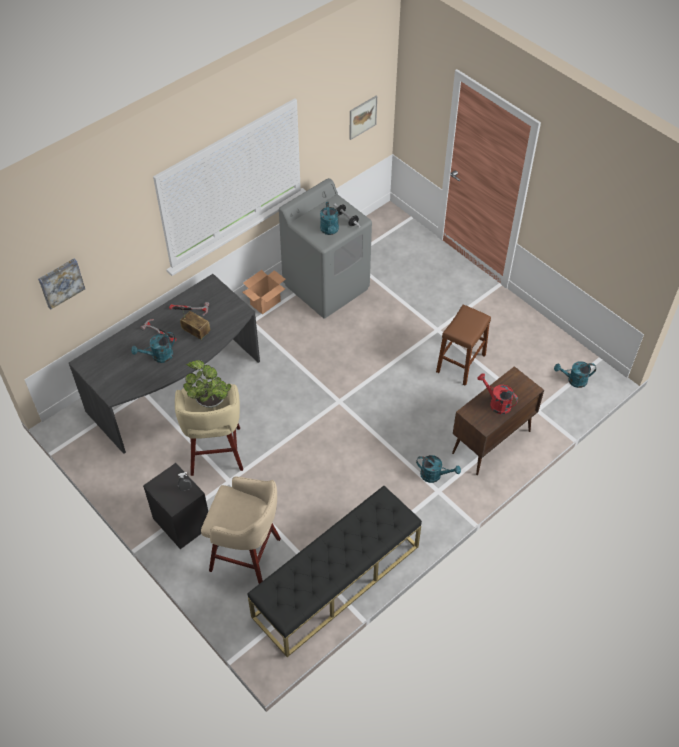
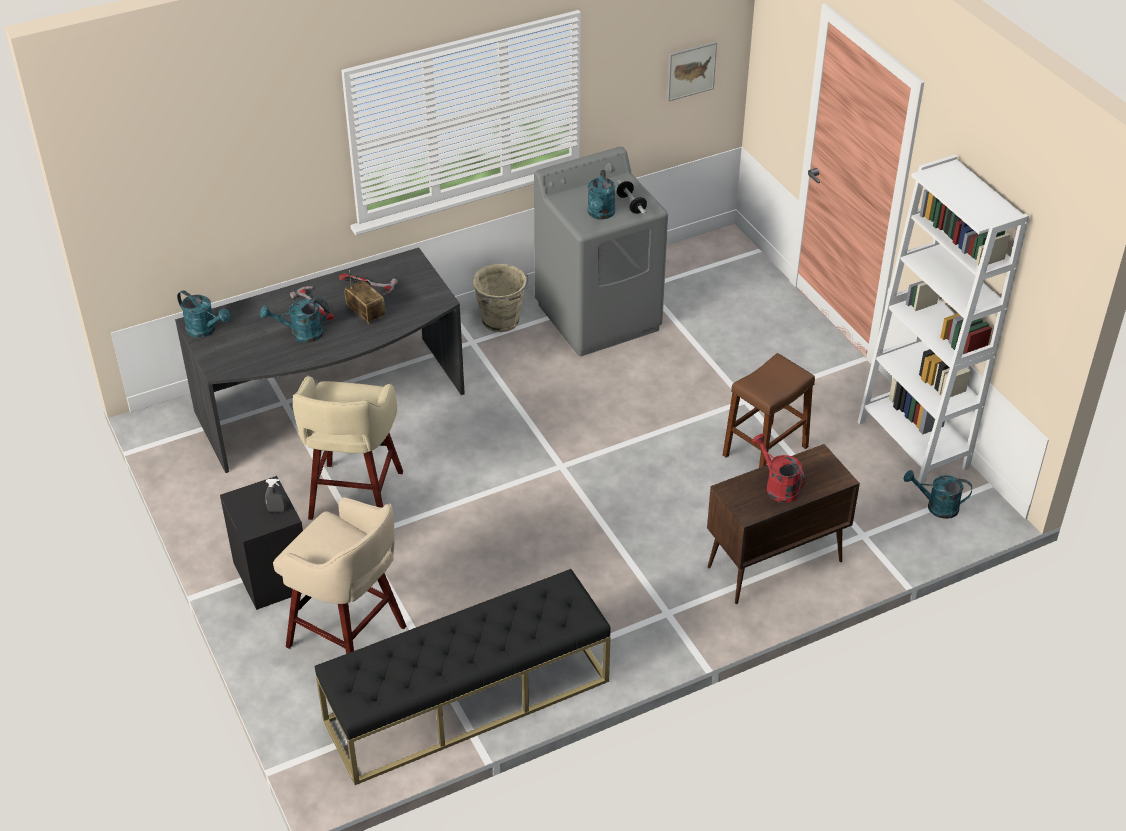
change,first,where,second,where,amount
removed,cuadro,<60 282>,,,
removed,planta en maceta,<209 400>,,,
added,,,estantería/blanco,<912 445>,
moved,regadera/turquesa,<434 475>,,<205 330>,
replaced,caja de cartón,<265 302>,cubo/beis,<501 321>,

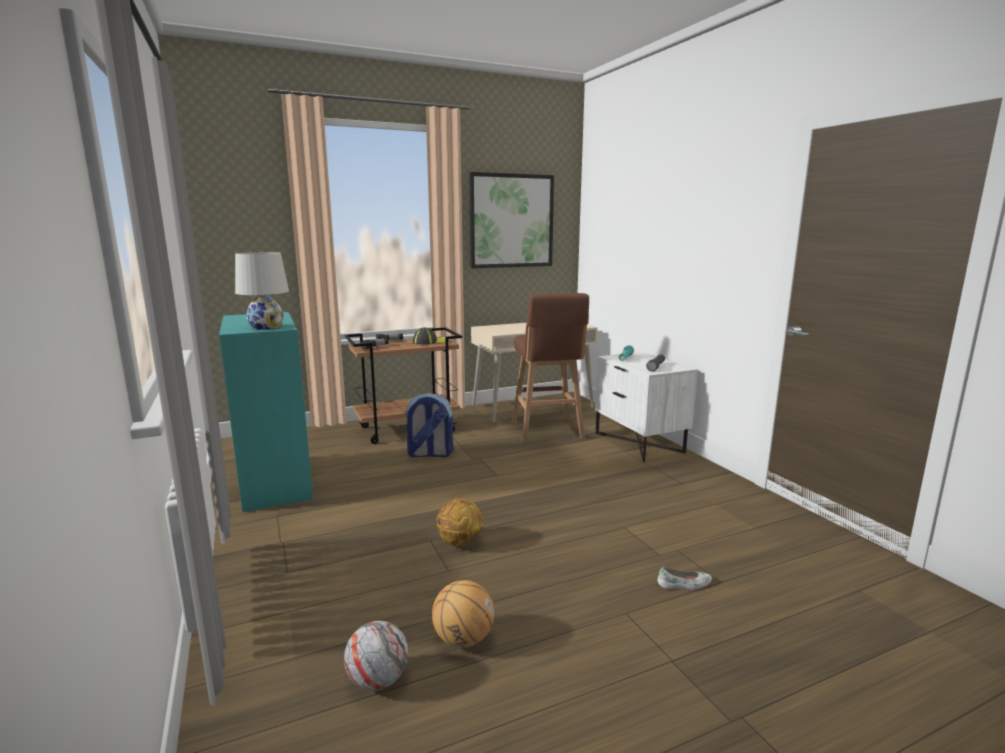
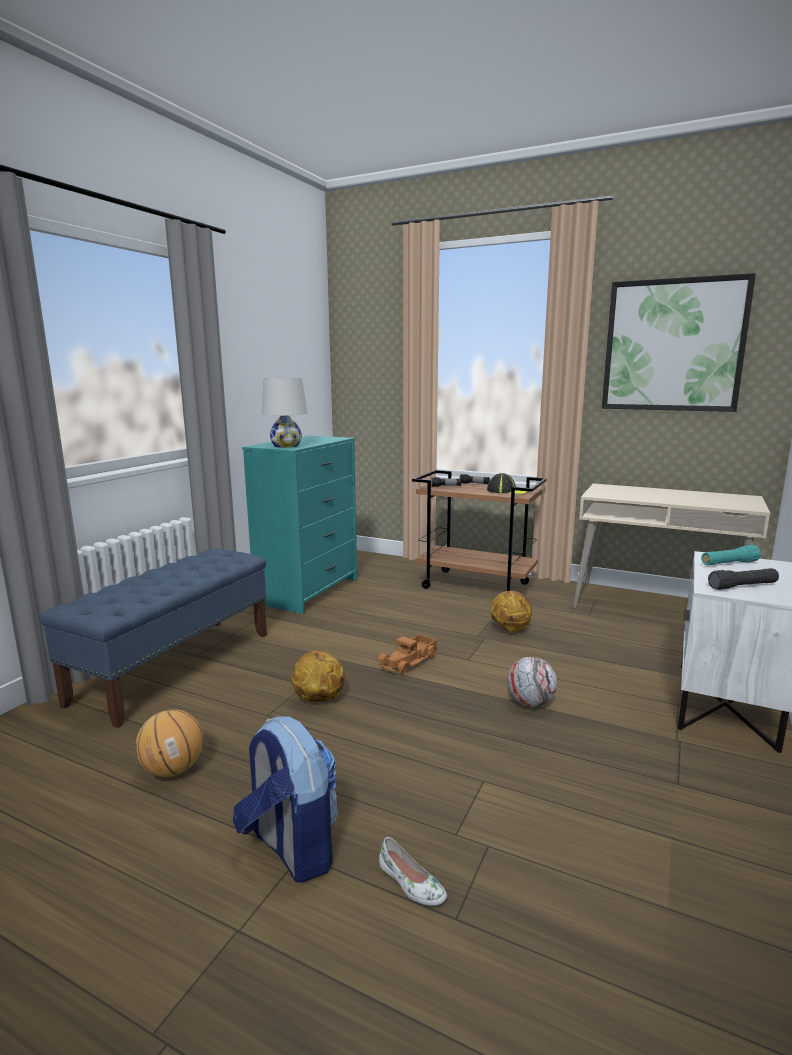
change,first,where,second,where,amount
removed,taburete/marrón,<547 431>,,,
added,,,banco/azul,<176 666>,
added,,,camión de juguete,<410 661>,
added,,,balón de baloncesto,<510 629>,
moved,balón de fútbol,<378 680>,,<530 703>,
moved,mochila,<429 454>,,<290 848>,

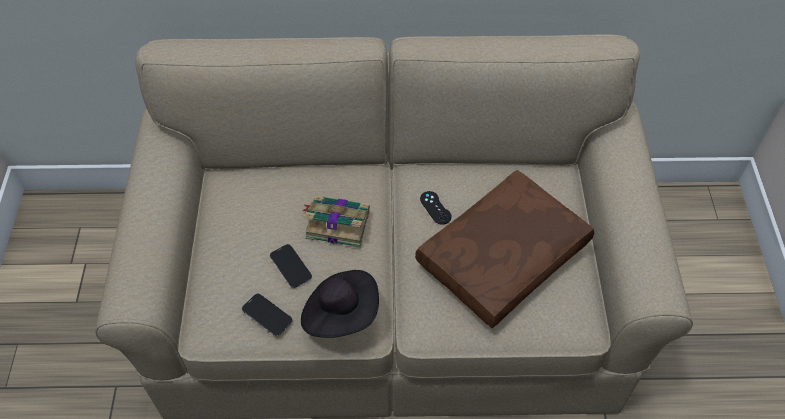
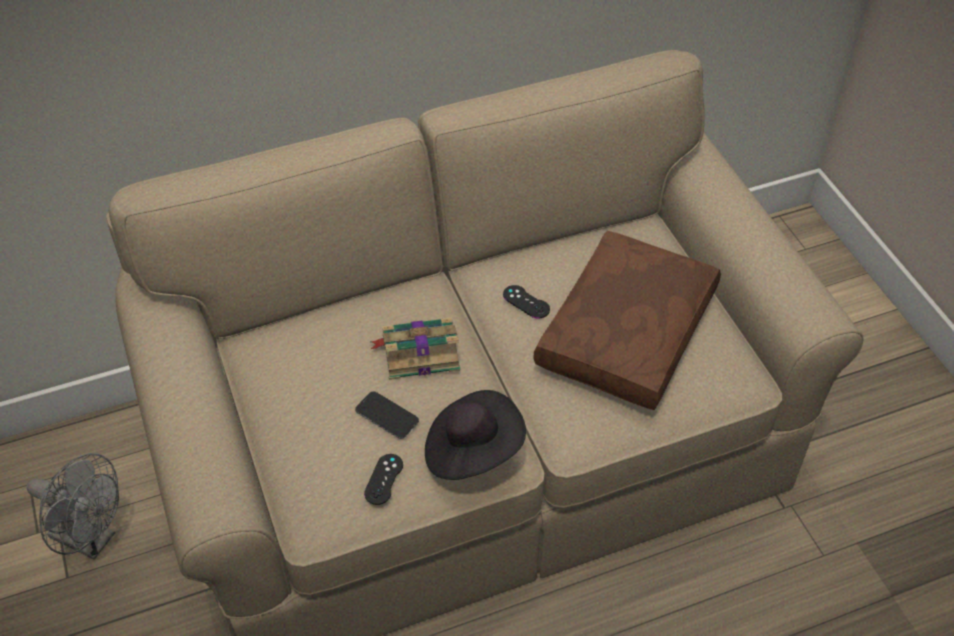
change,first,where,second,where,amount
added,,,ventilador/gris,<91 539>,
replaced,móvil,<267 315>,mando de consola/negro,<384 479>,

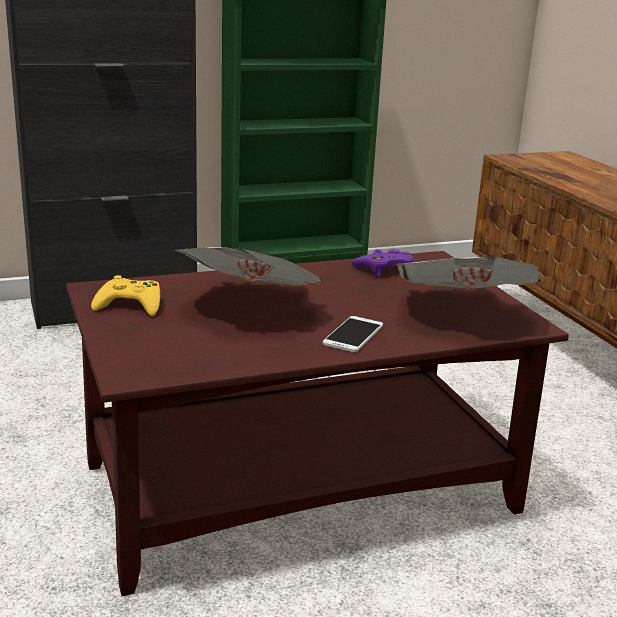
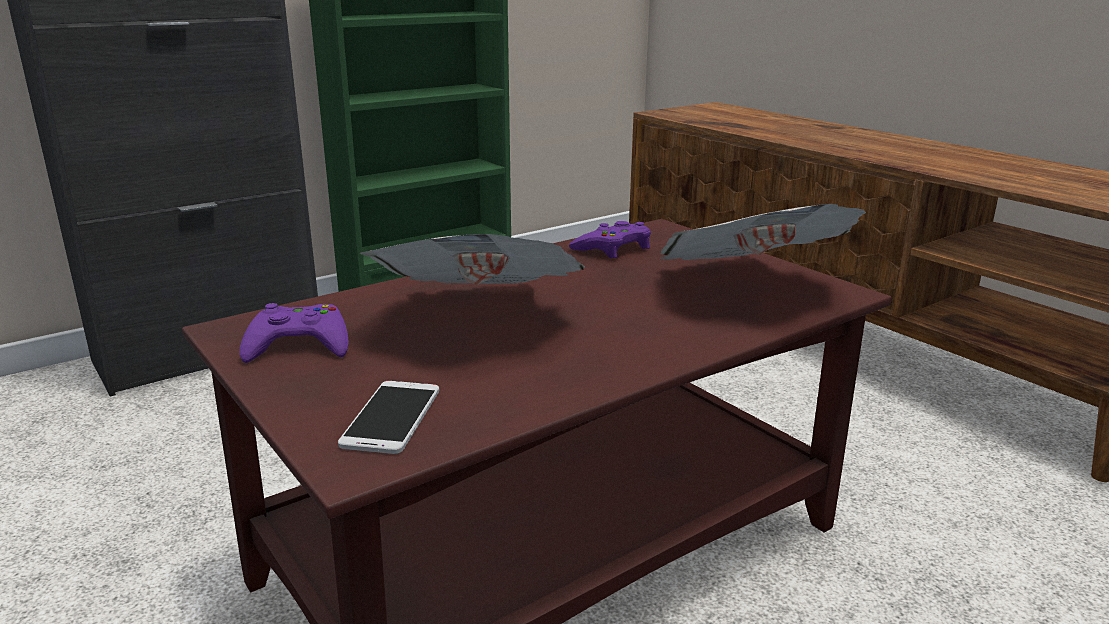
change,first,where,second,where,amount
moved,móvil,<353 335>,,<391 417>,
recoloured,mando de consola/amarillo,<130 305>,mando de consola/morado,<299 345>,

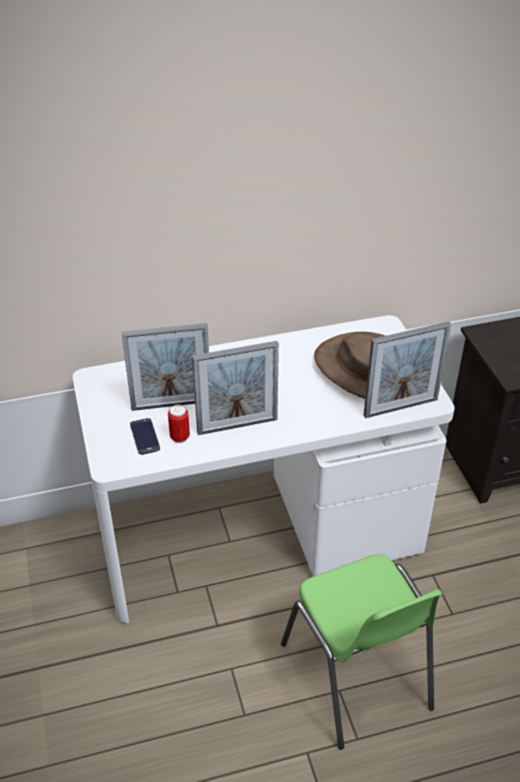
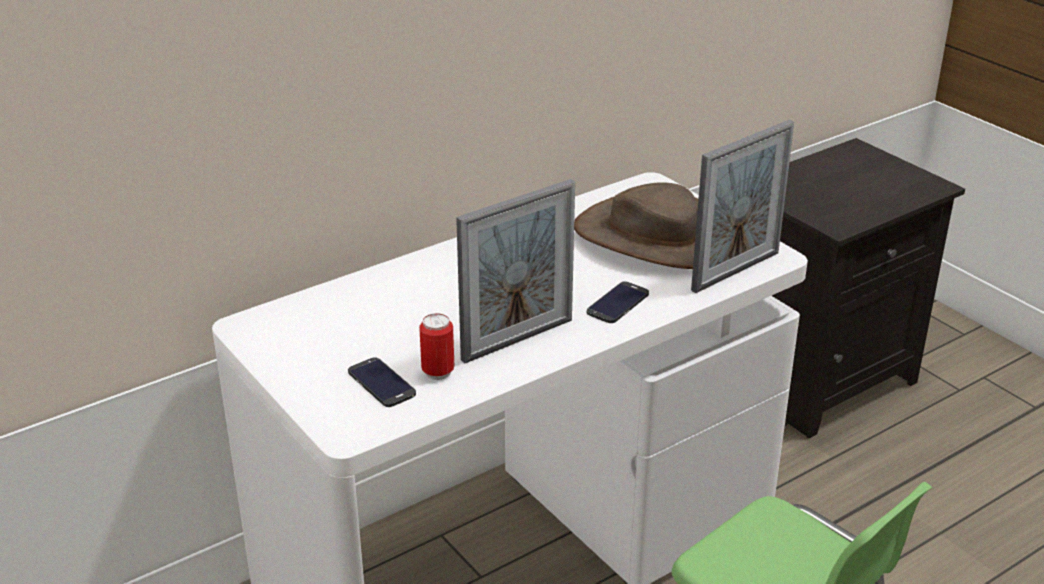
change,first,where,second,where,amount
removed,portarretratos,<171 405>,,,
added,,,móvil,<618 303>,

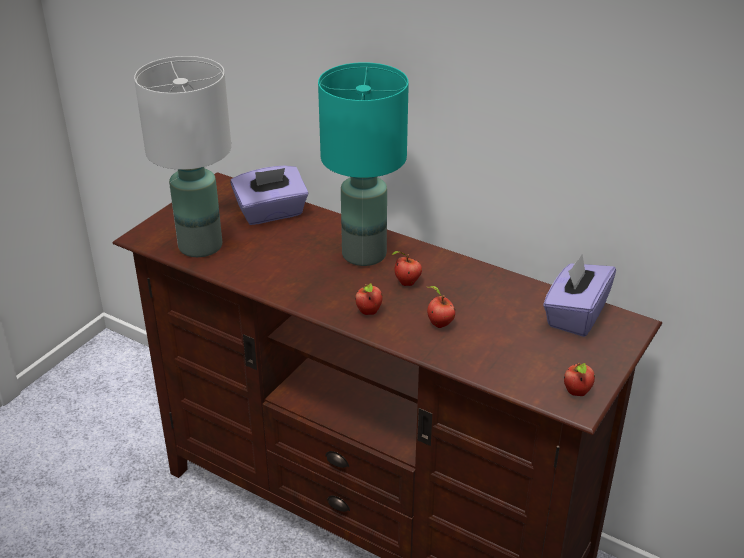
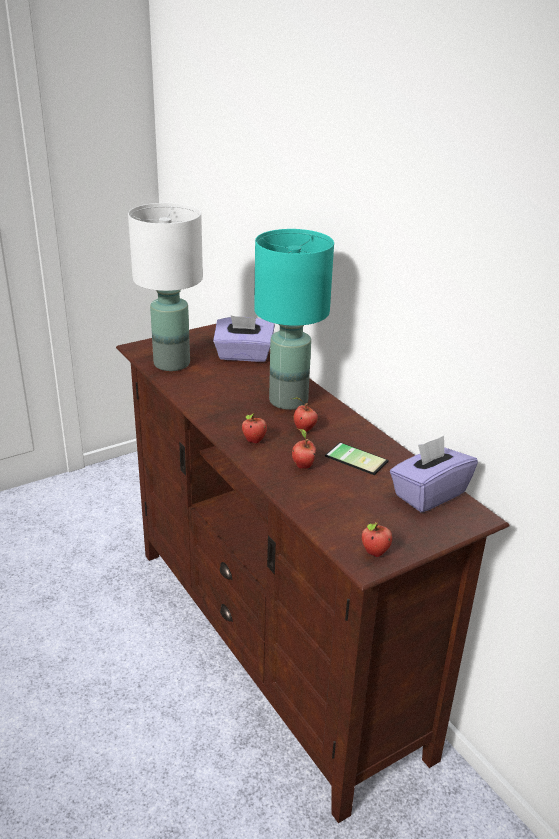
change,first,where,second,where,amount
added,,,móvil,<358 457>,

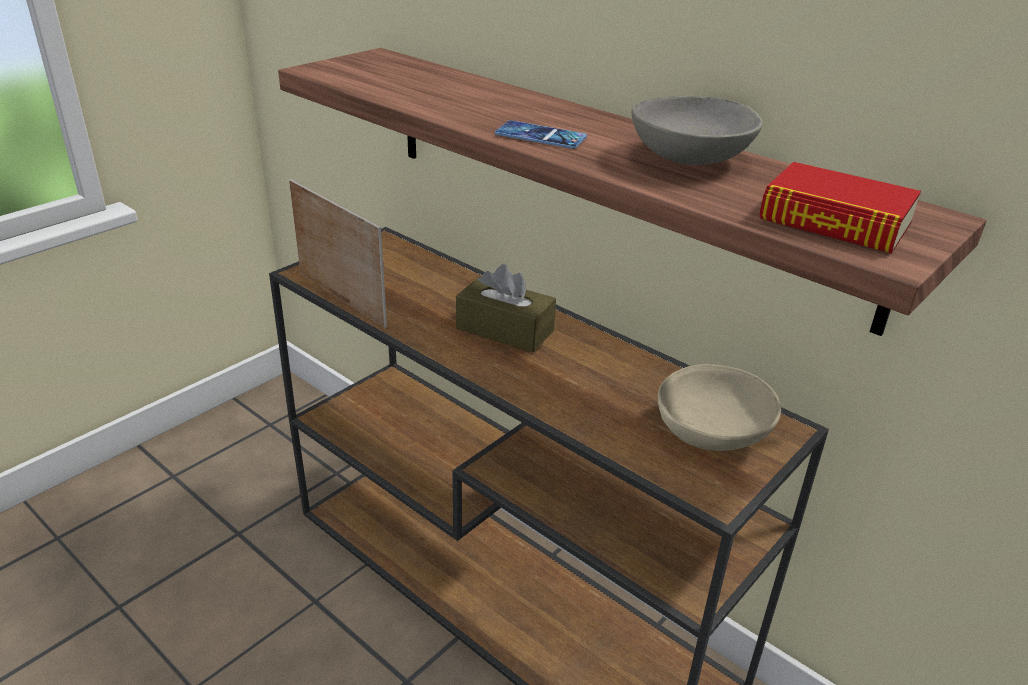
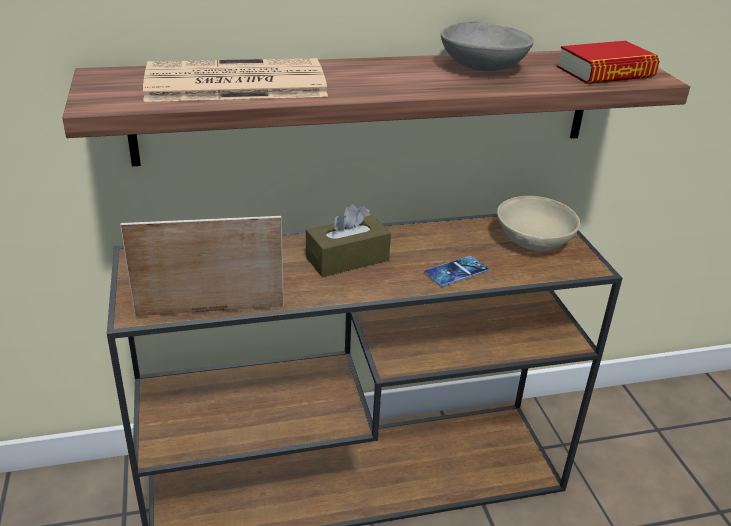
change,first,where,second,where,amount
added,,,periódico,<233 83>,
moved,móvil,<541 136>,,<456 271>,

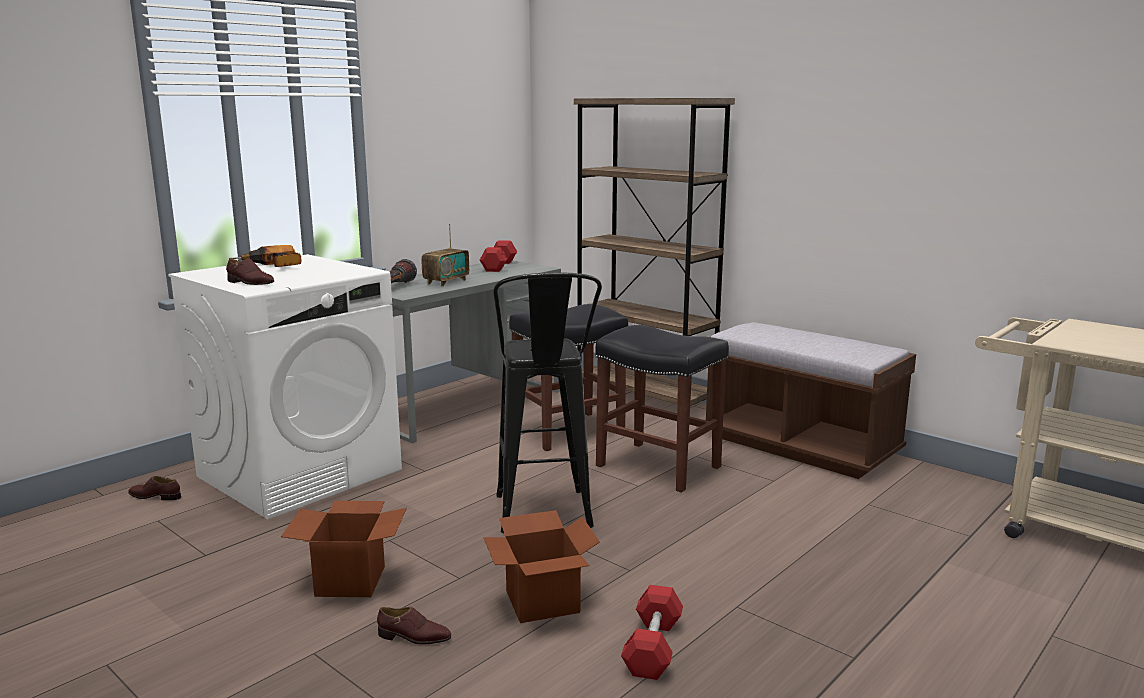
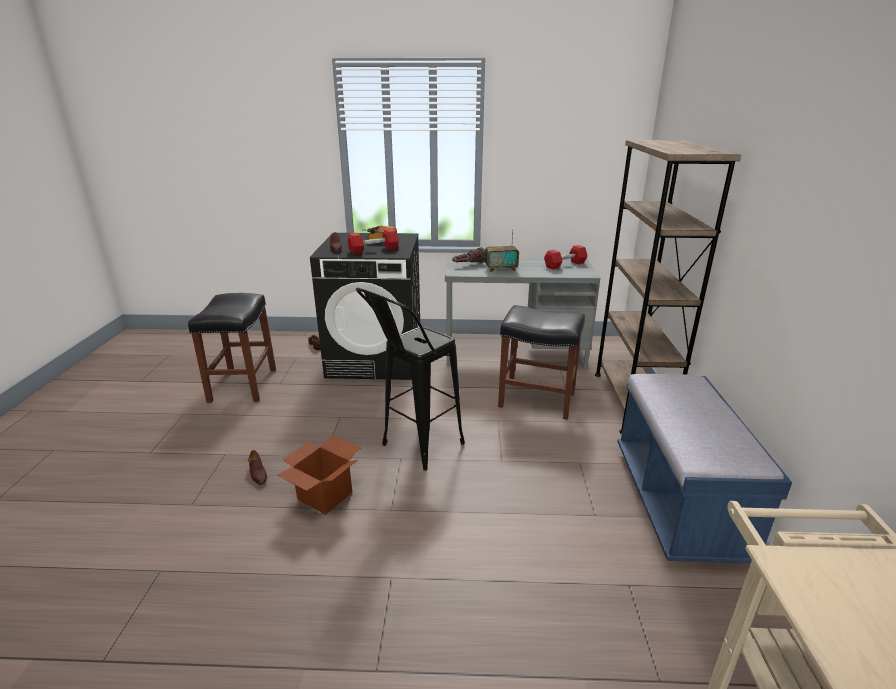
change,first,where,second,where,amount
removed,caja de cartón,<350 581>,,,
moved,taburete/negro,<660 466>,,<243 385>,
moved,mancuerna/rojo,<652 647>,,<373 250>,
recoloured,lavadora/blanco,<301 472>,lavadora/negro,<376 359>,
recoloured,banco/marrón,<800 446>,banco/azul,<677 502>,

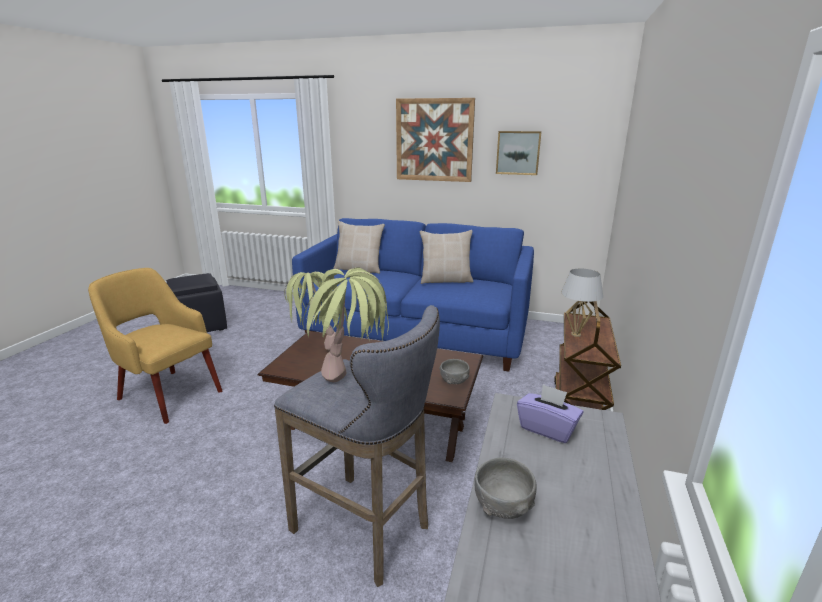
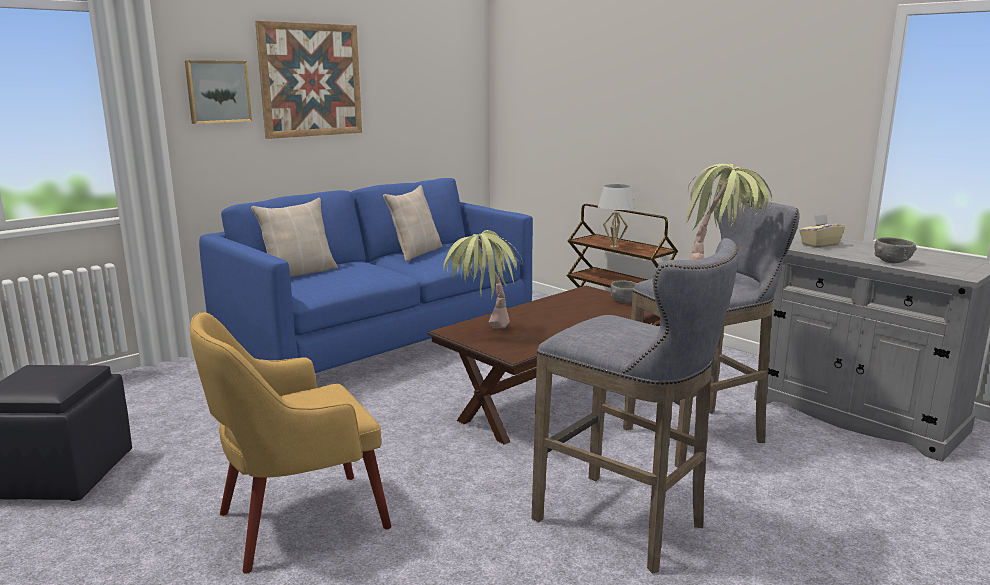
change,first,where,second,where,amount
added,,,taburete/gris,<626 524>,
moved,cuadro,<518 152>,,<217 91>,
recoloured,caja de pañuelos/morado,<547 428>,caja de pañuelos/beis,<819 244>,

